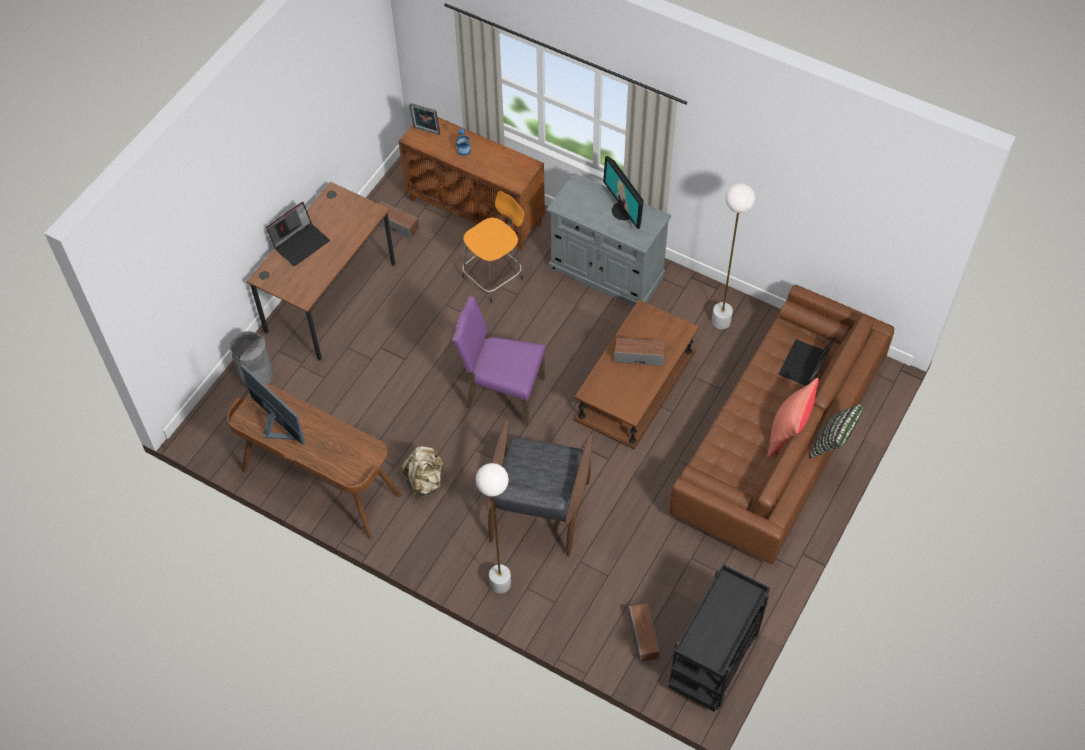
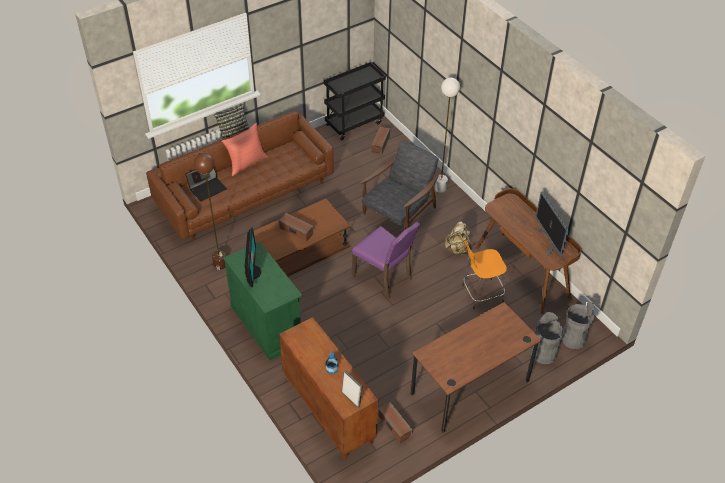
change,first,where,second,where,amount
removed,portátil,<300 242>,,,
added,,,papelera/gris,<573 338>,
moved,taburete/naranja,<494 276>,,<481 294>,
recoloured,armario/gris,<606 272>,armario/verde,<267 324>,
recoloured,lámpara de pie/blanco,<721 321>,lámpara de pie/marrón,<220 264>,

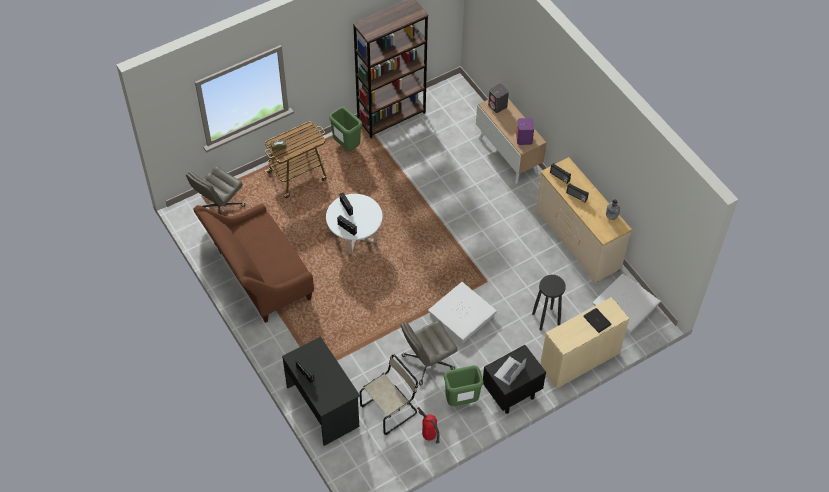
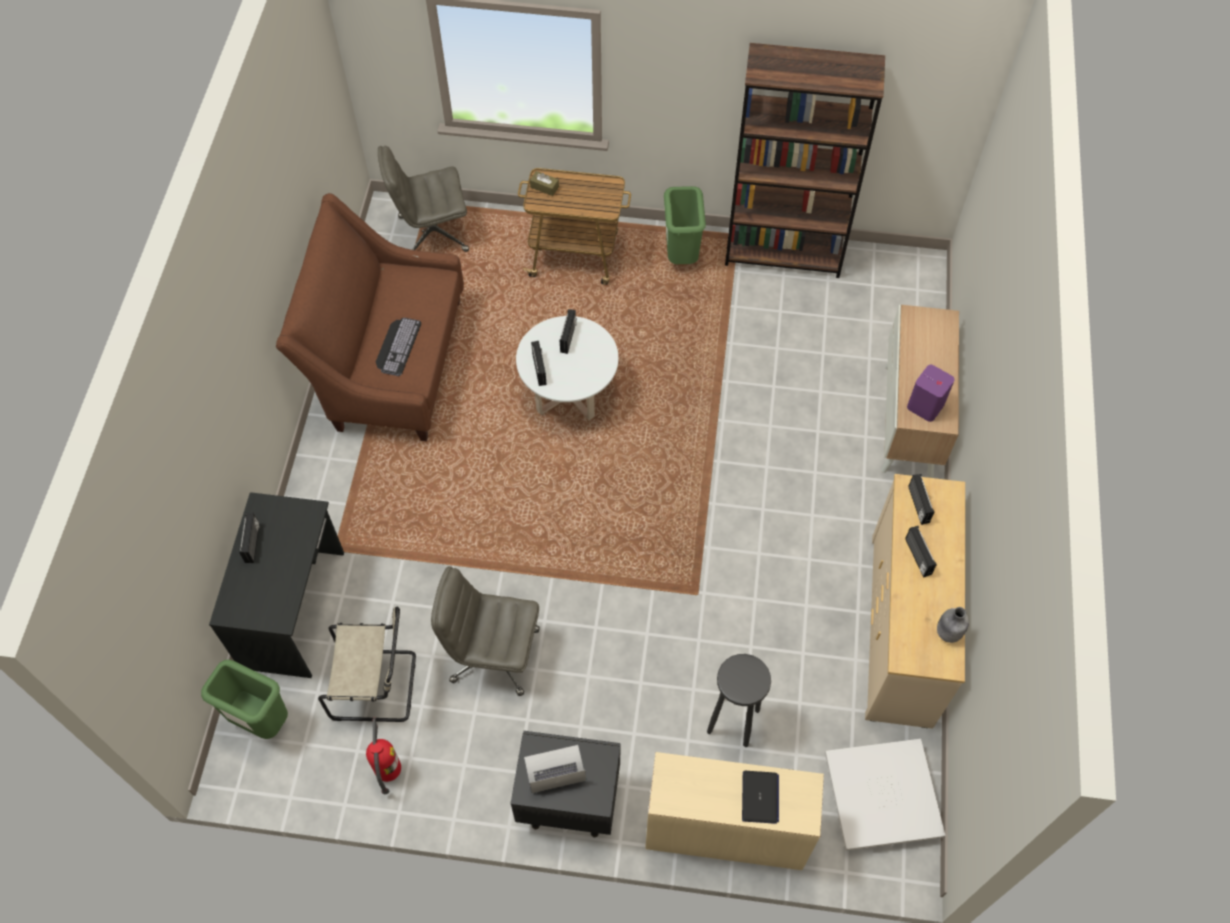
change,first,where,second,where,amount
removed,caja de almacenaje/blanco,<462 315>,,,
removed,altavoz/gris,<497 106>,,,
added,,,teclado,<397 345>,
moved,papelera/verde,<461 401>,,<260 721>,

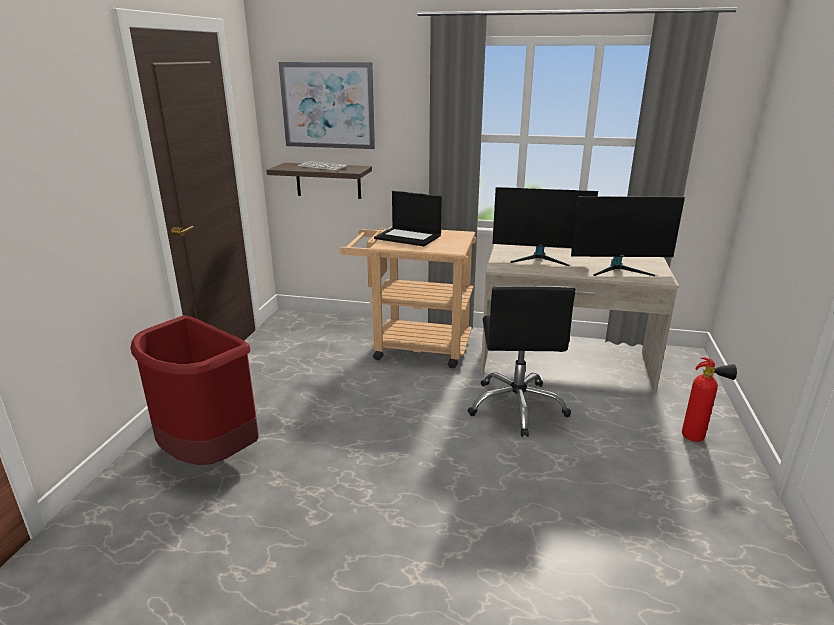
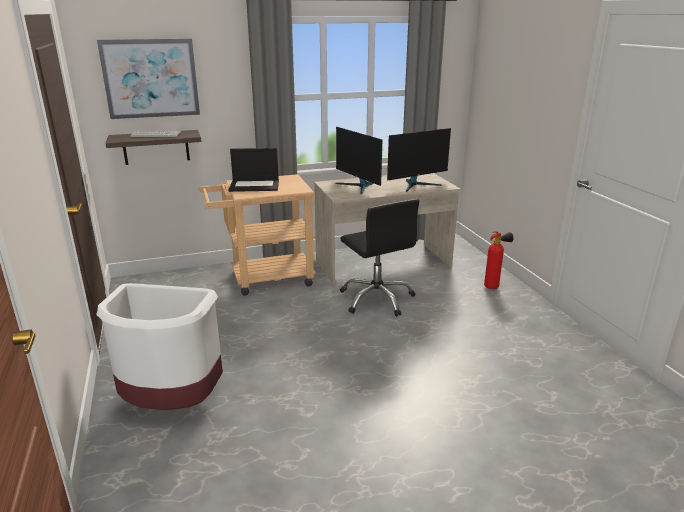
change,first,where,second,where,amount
recoloured,papelera/rojo,<207 454>,papelera/blanco,<172 403>,
turned,monitor,<539 258>,,<359 186>,75 degrees clockwise

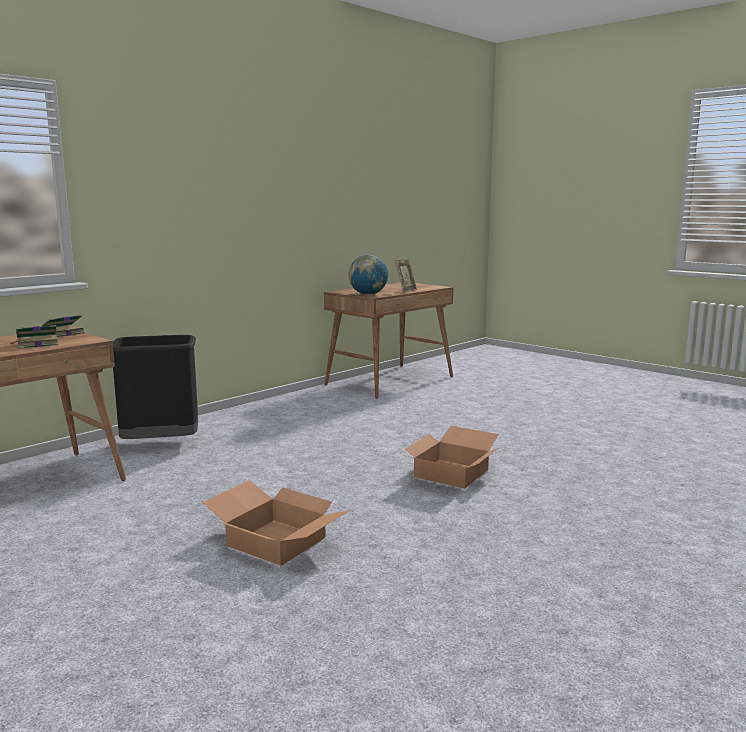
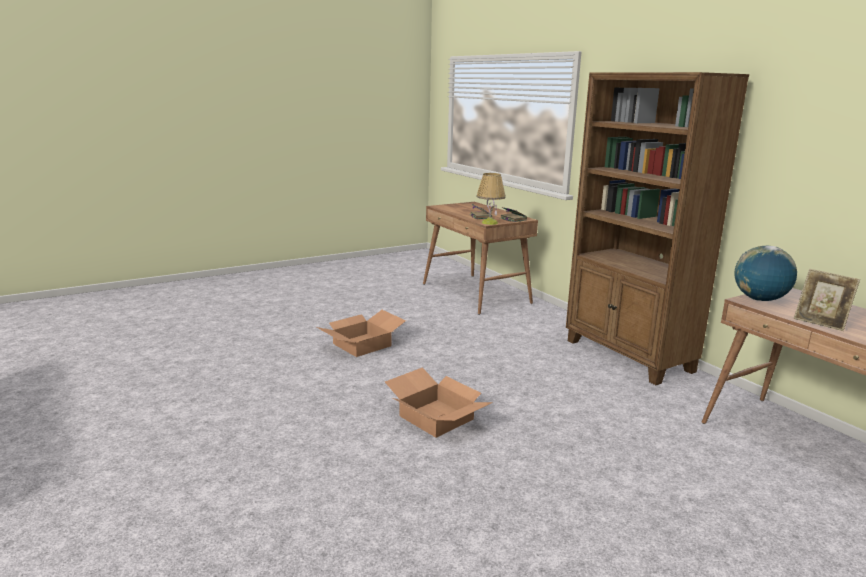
change,first,where,second,where,amount
removed,papelera/negro,<161 444>,,,
added,,,lámpara de mesa,<489 223>,
added,,,estantería/marrón,<628 356>,

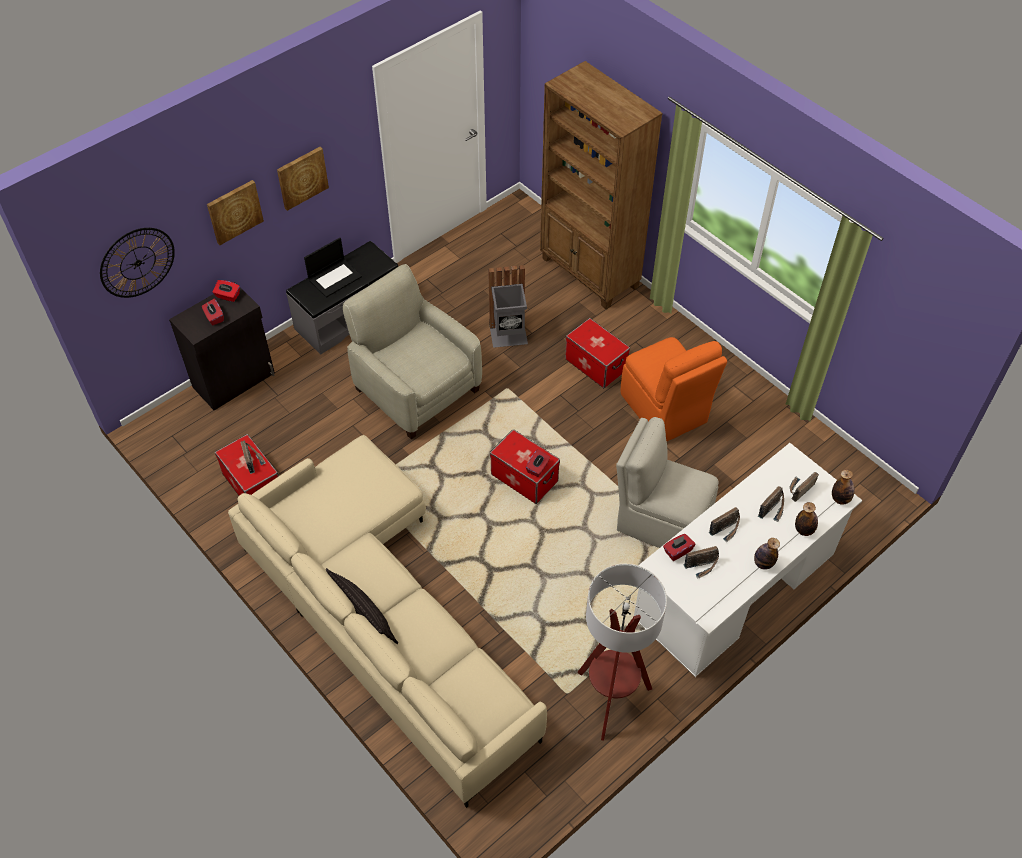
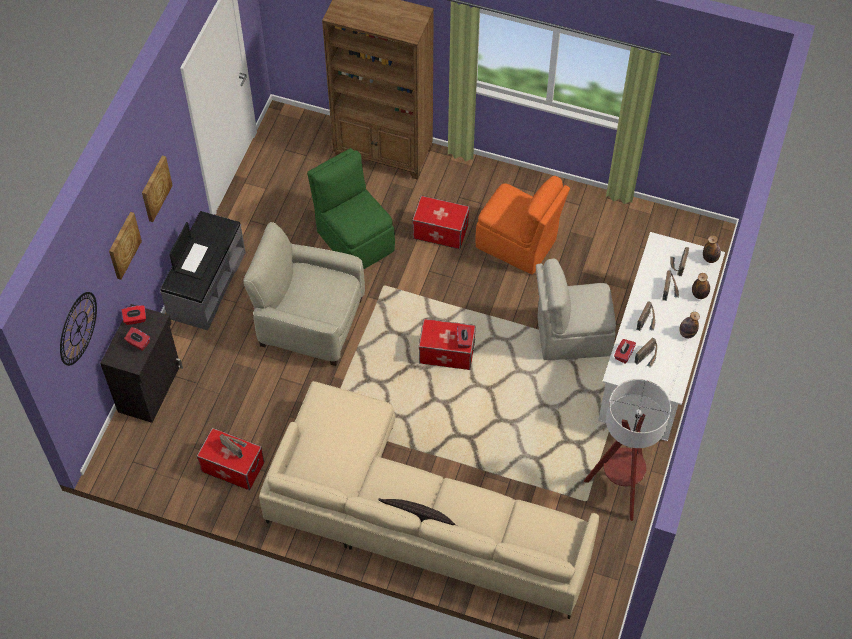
change,first,where,second,where,amount
replaced,papelera/gris,<509 336>,silla/verde,<354 239>,

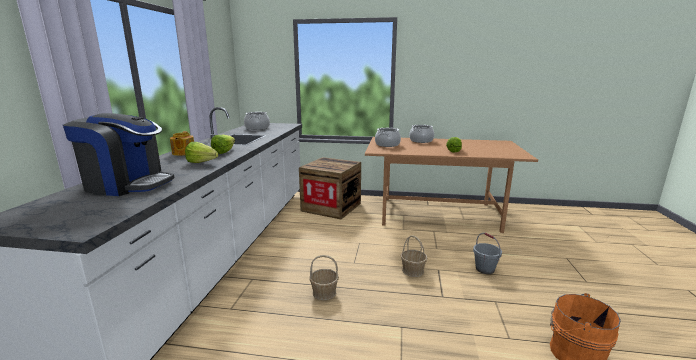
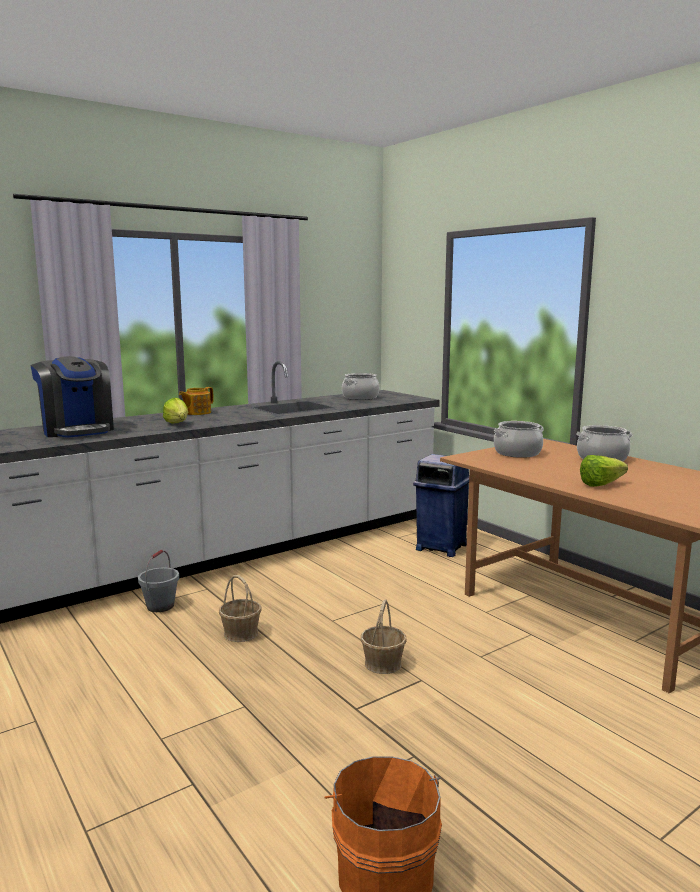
change,first,where,second,where,amount
removed,lechuga,<226 151>,,,
moved,cubo/gris,<485 269>,,<160 606>,
replaced,caja de embalaje,<331 207>,papelera/azul,<440 547>,

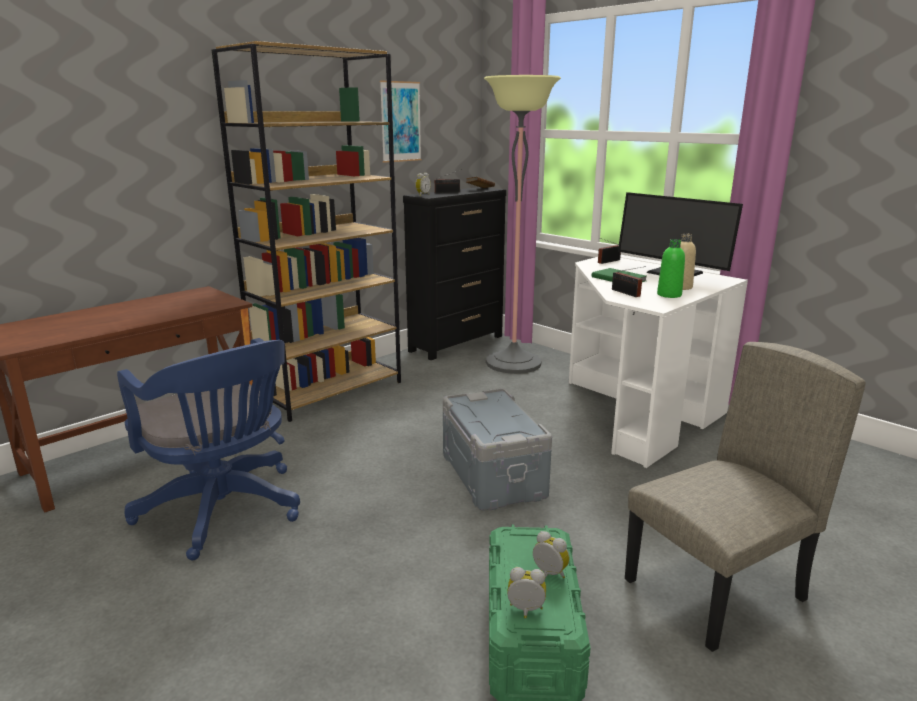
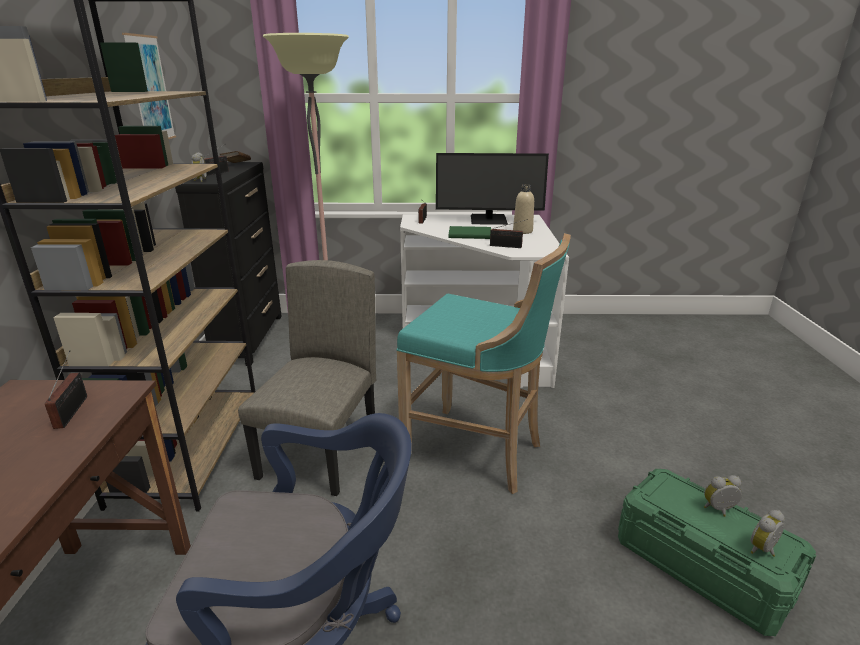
change,first,where,second,where,amount
removed,botella/verde,<669 295>,,,
added,,,radio,<73 410>,
moved,silla/beis,<716 591>,,<321 453>,
replaced,caja de almacenaje/gris,<491 475>,taburete/turquesa,<477 453>,

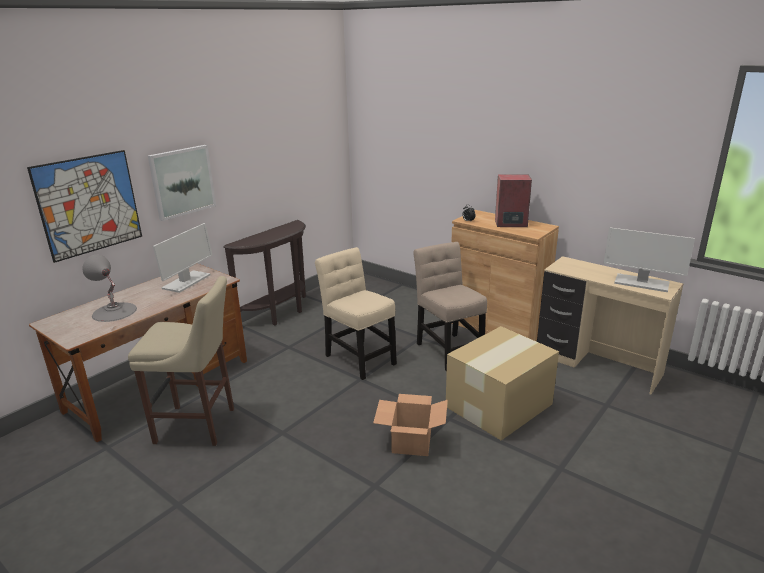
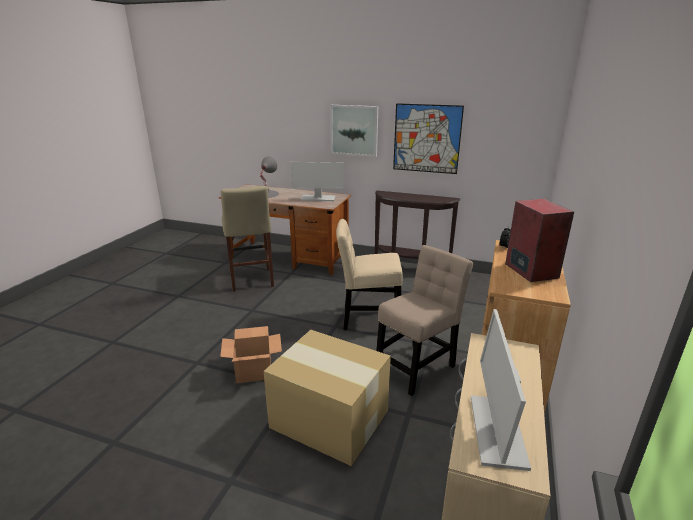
change,first,where,second,where,amount
moved,cuadro,<89 204>,,<426 138>,
turned,silla/beis,<358 357>,,<367 318>,120 degrees counterclockwise

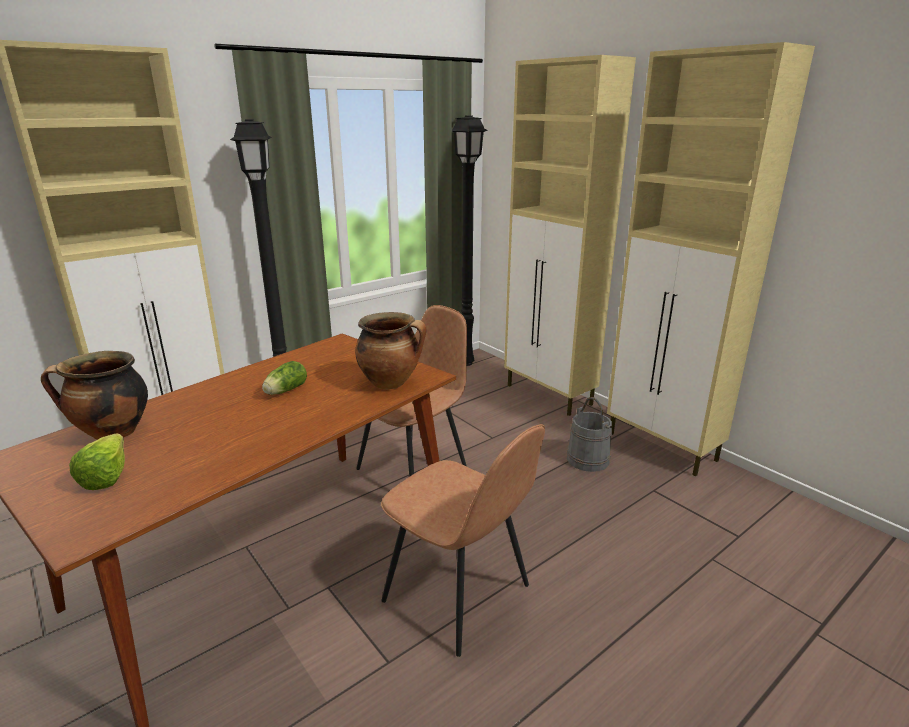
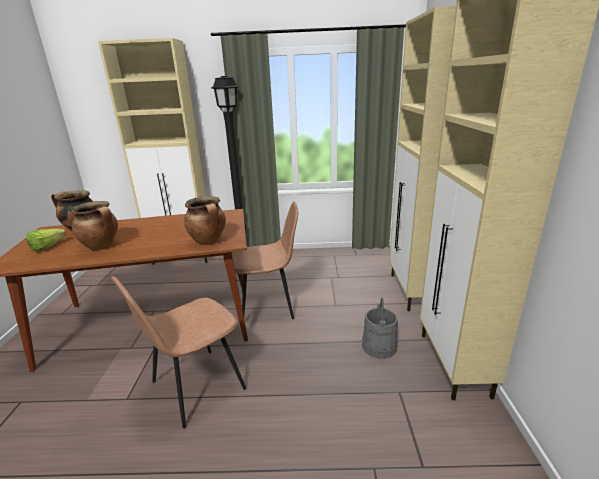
change,first,where,second,where,amount
removed,lechuga,<284 391>,,,
removed,lámpara de pie/negro,<467 363>,,,
added,,,olla,<102 246>,
turned,silla/marrón,<459 595>,,<195 386>,60 degrees clockwise

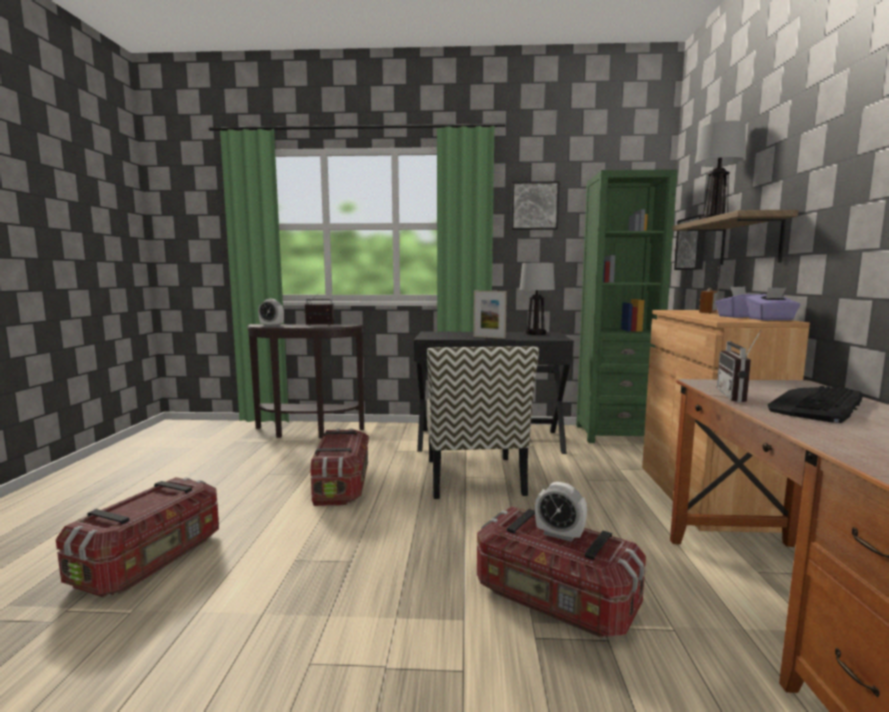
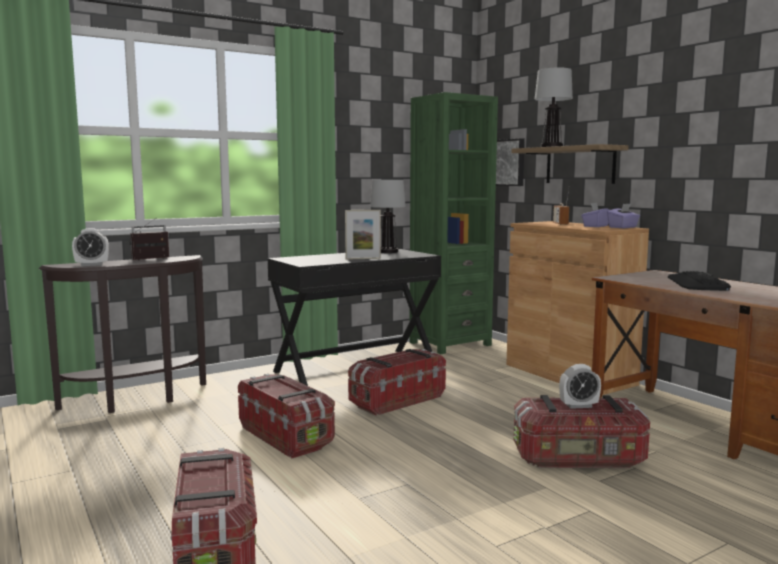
change,first,where,second,where,amount
removed,cuadro,<534 206>,,,
removed,radio,<739 397>,,,
replaced,silla,<475 477>,caja de almacenaje,<396 400>,

